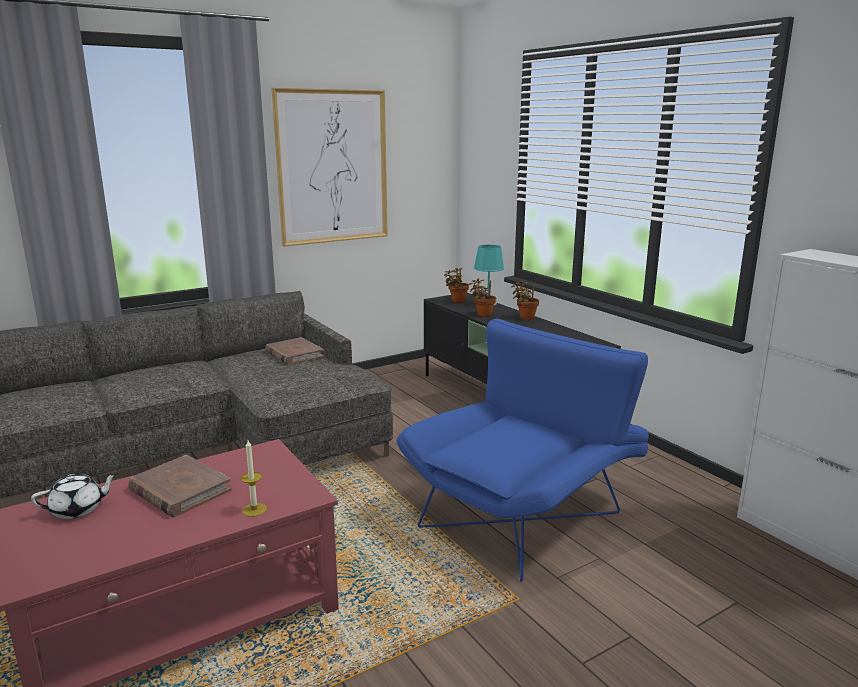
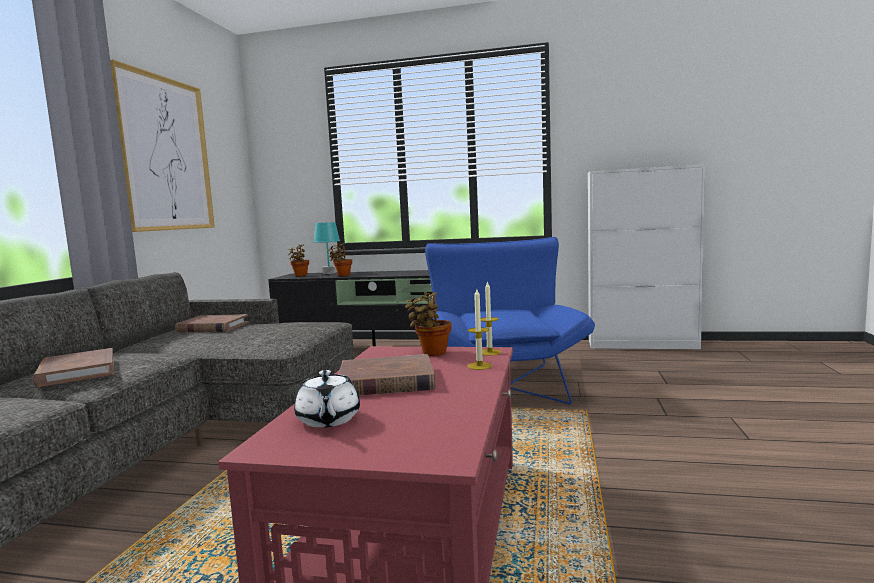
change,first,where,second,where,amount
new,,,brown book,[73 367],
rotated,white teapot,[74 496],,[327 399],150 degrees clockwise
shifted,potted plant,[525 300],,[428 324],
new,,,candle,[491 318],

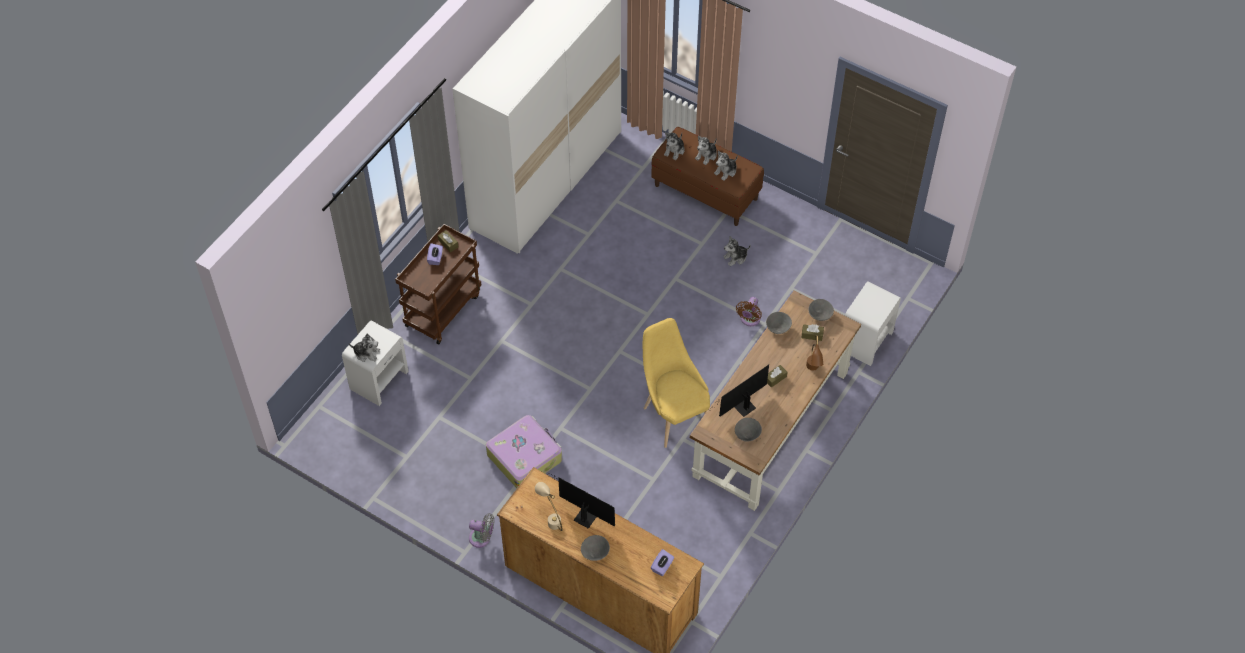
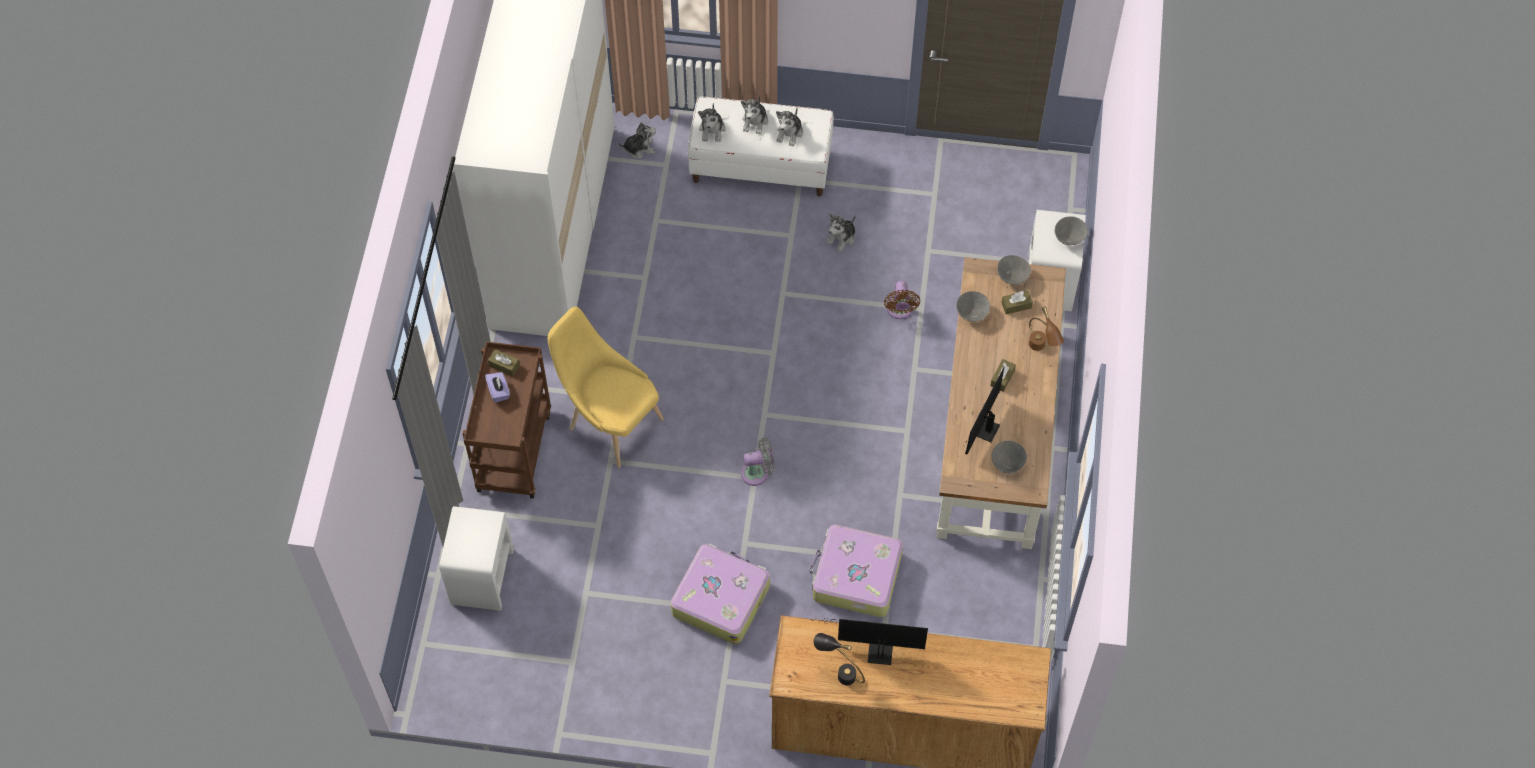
change,first,where,second,where,amount
shifted,yellow chair,[676 383],,[606 387],
shifted,plush toy,[364 348],,[637 140],
repainted,brown bench,[708 176],white bench,[761 147],
shifted,grey fan,[481 530],,[758 462],
new,,,suitcase,[856 571],
repainted,beige table lamp,[549 506],black table lamp,[839 659],
shifted,grey bowl,[595 548],,[1071 230],
gone,purple tissue box,[662 562],,,

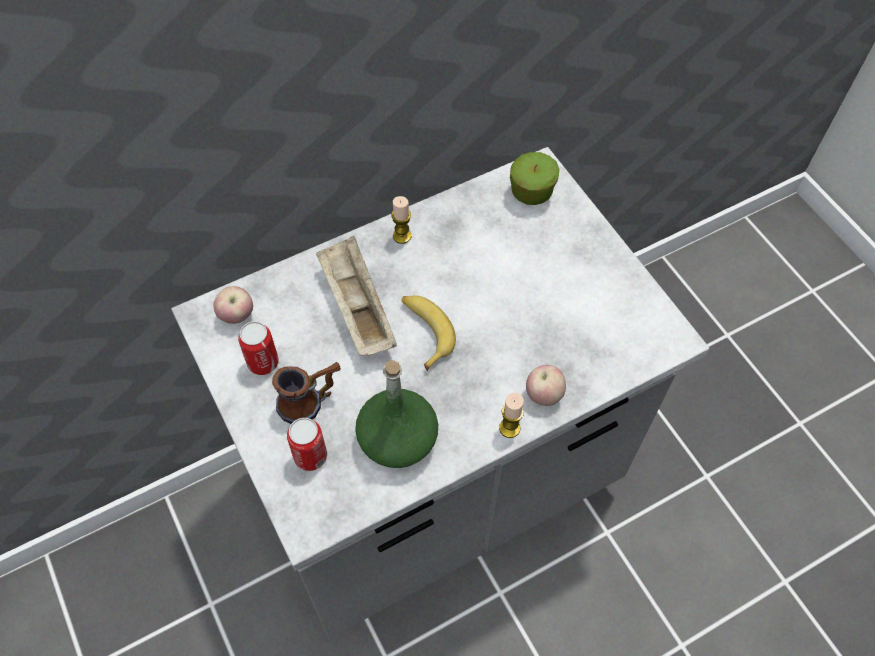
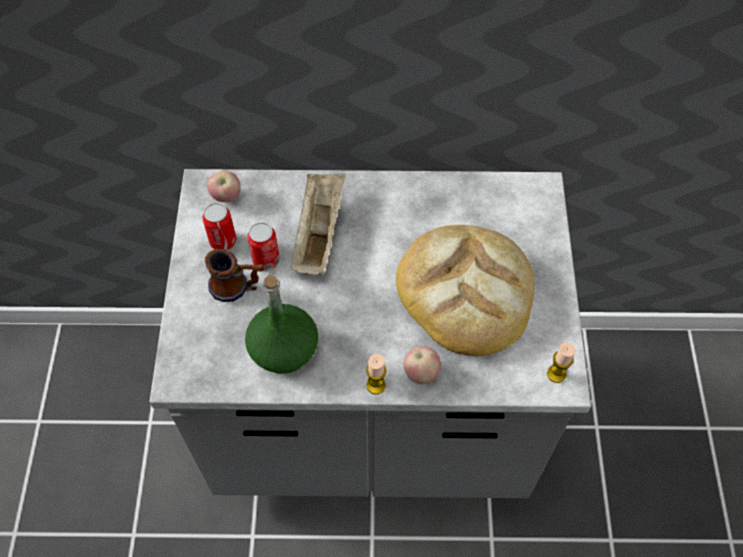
change,first,where,second,where,amount
shifted,can,[307 444],,[263 246],
new,,,bread,[465 290],
shifted,candle,[401 220],,[561 363],
gone,banana,[429 333],,,
gone,apple,[534 178],,,

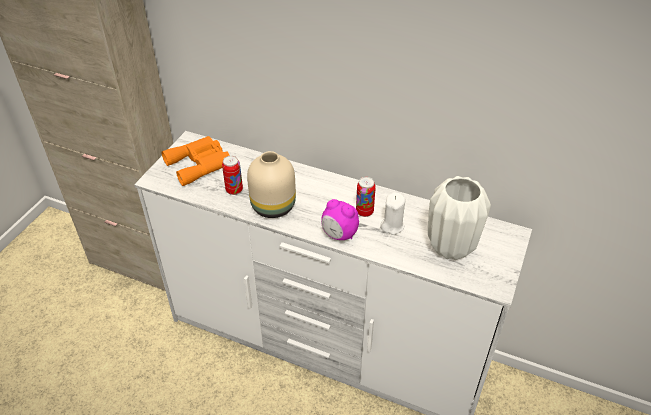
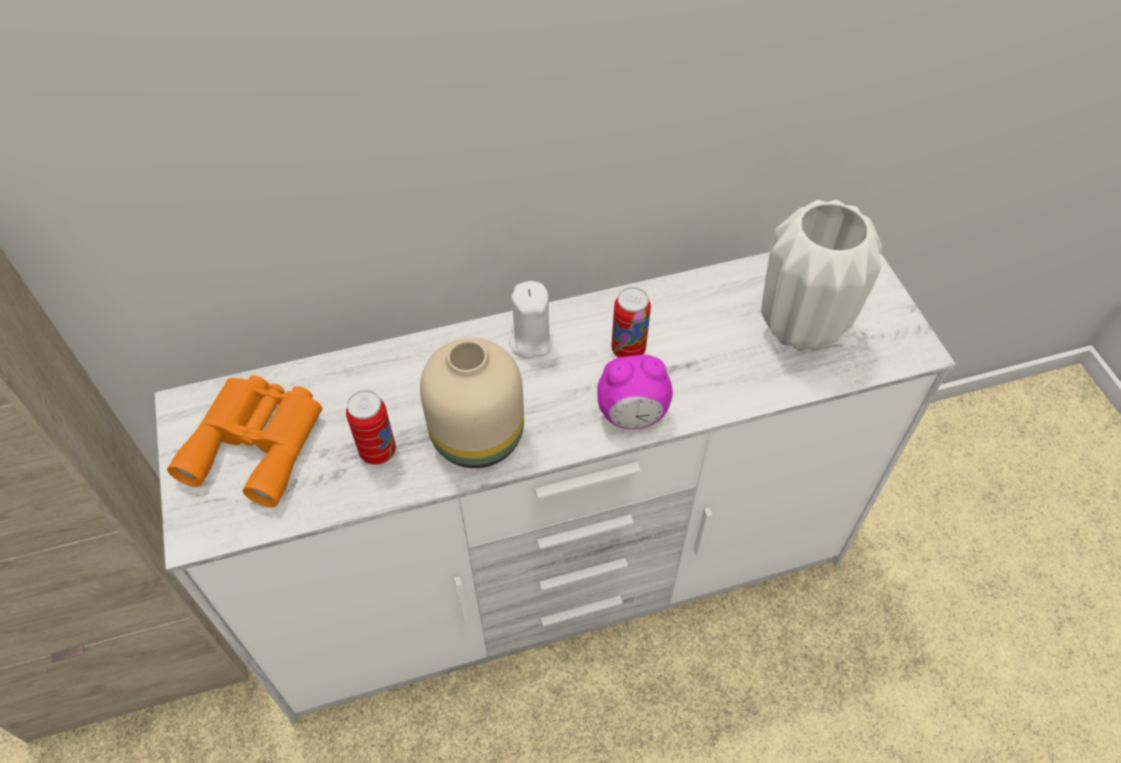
change,first,where,second,where,amount
shifted,white candle,[392 213],,[531 320],

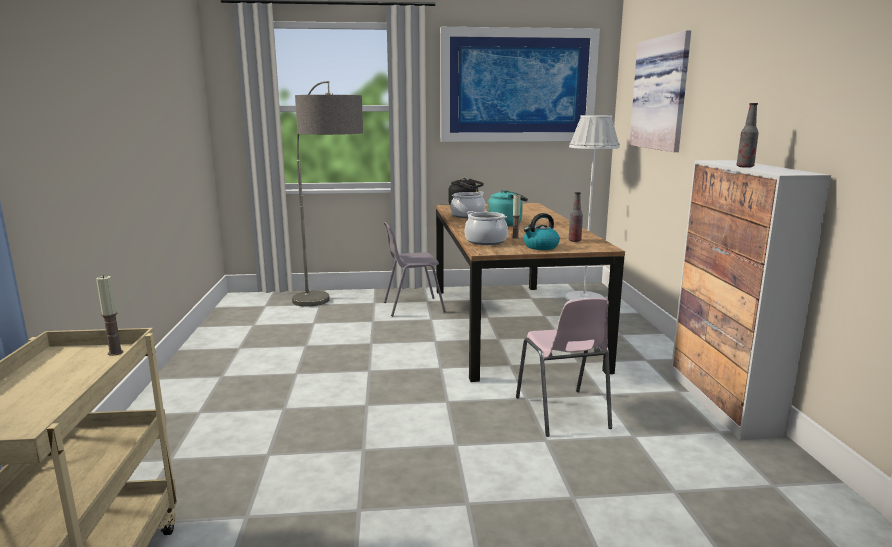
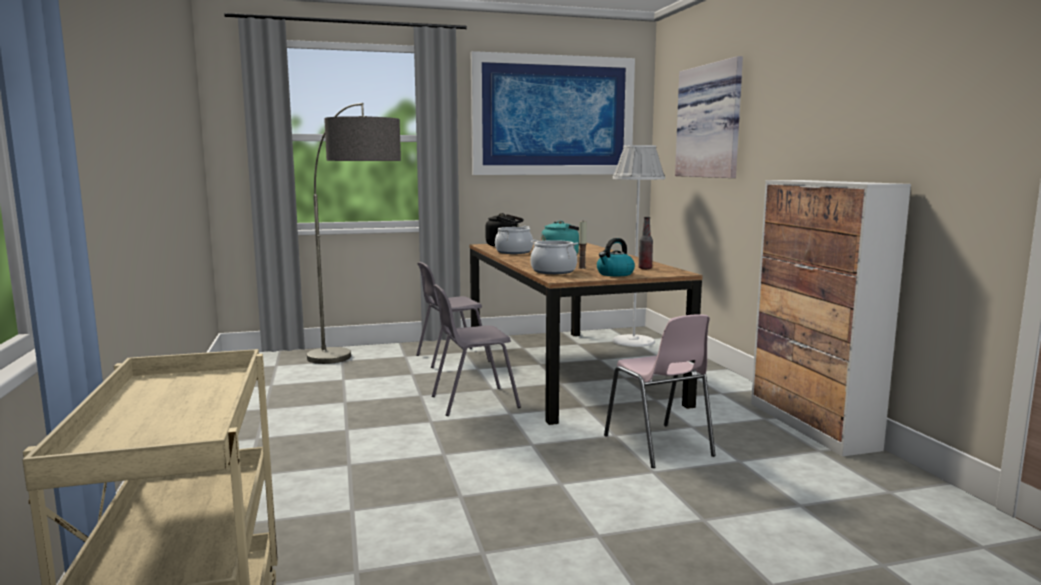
change,first,where,second,where,amount
new,,,grey chair,[476 350],
gone,candle,[109 315],,,
gone,bottle,[748 135],,,

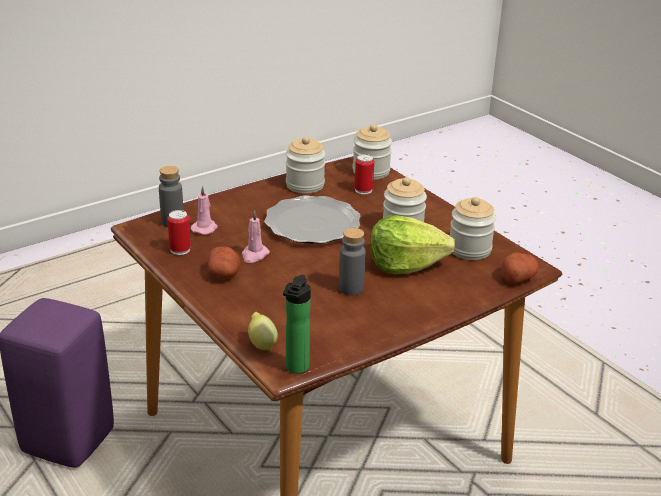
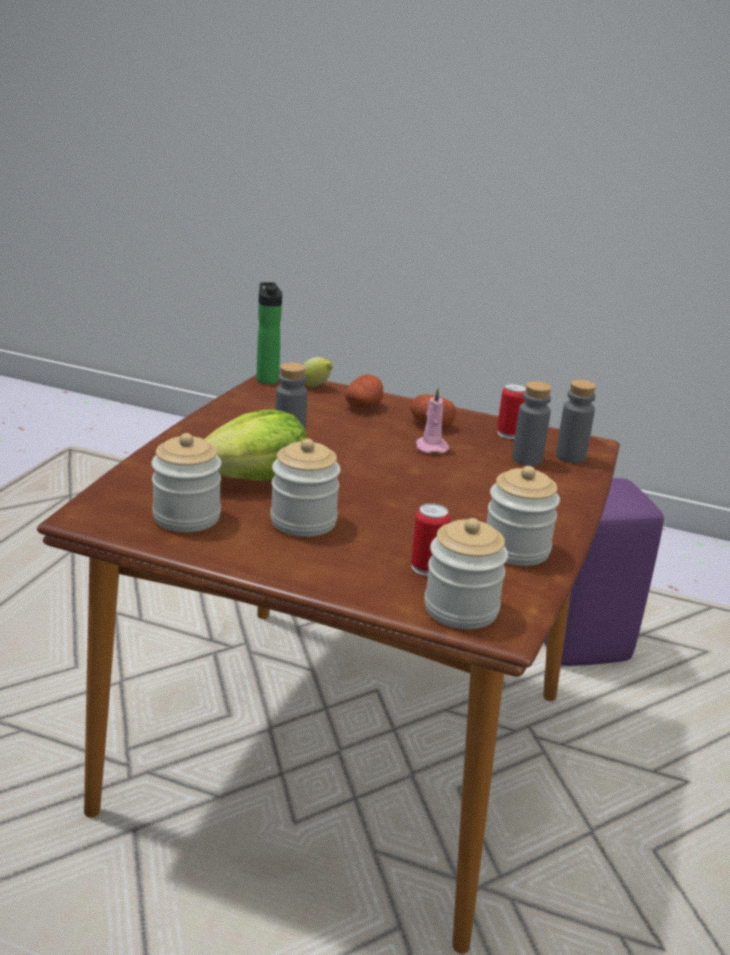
change,first,where,second,where,amount
shifted,potato,[520 268],,[364 391],
swapped,pink candle,[204 210],grey bottle,[532 423],
gone,plate,[312 219],,,

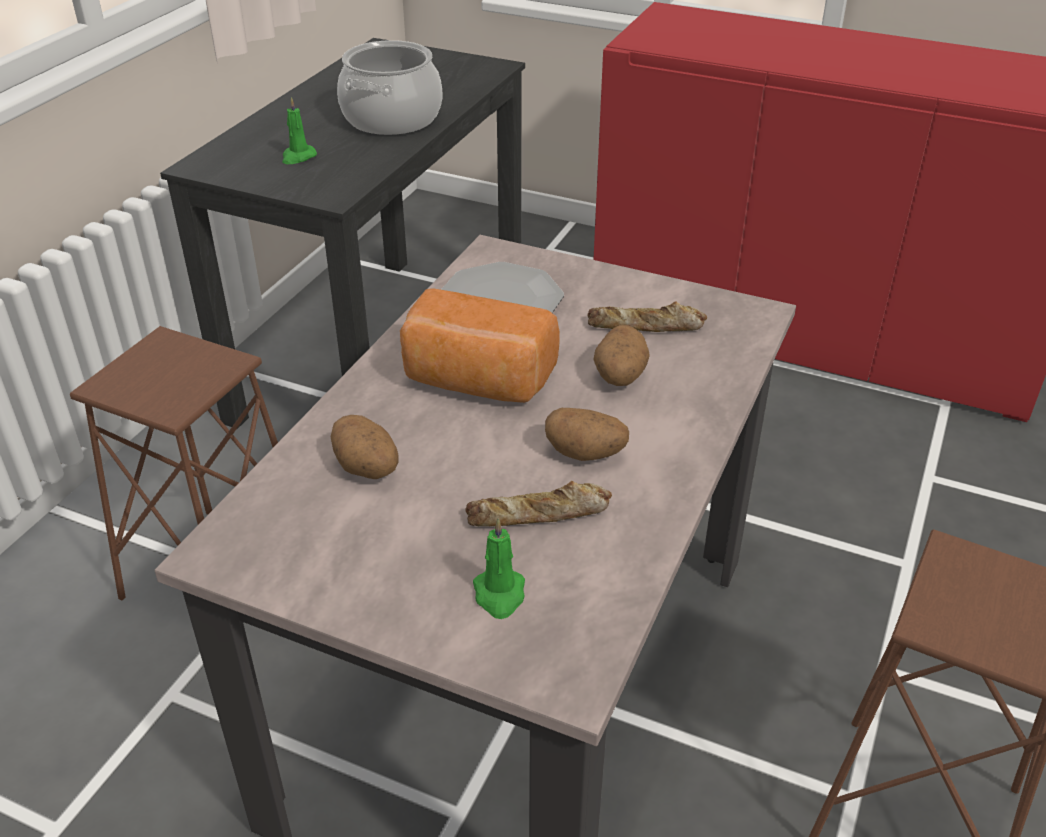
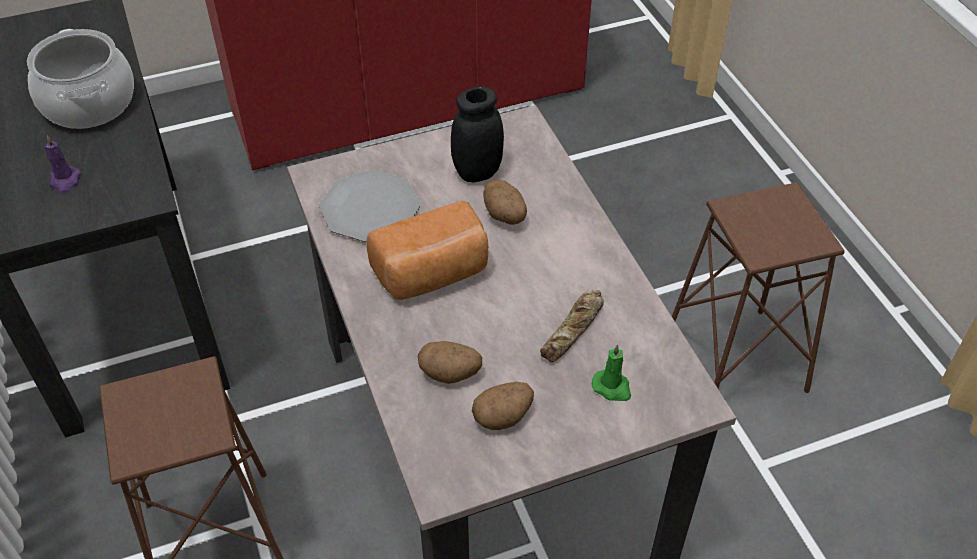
change,first,where,second,where,amount
repainted,green candle,[299 130],purple candle,[63 164],
swapped,bread,[647 316],black jar,[477 134],
shifted,potato,[587 434],,[503 406],

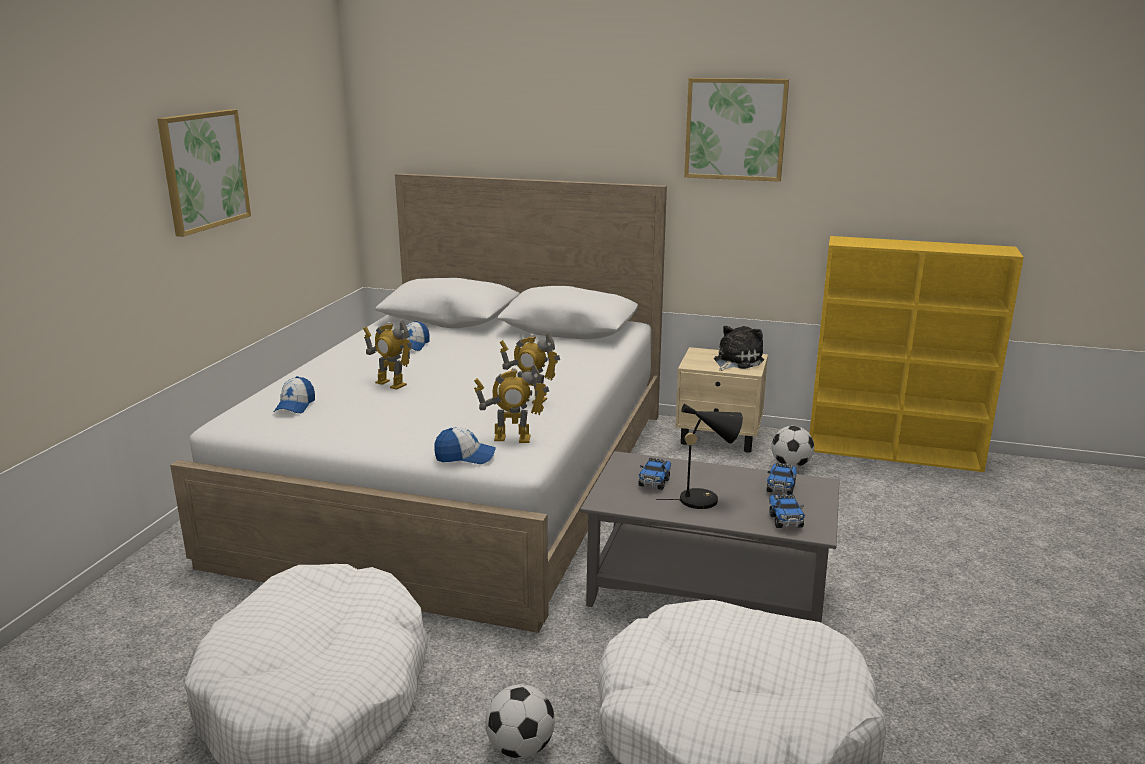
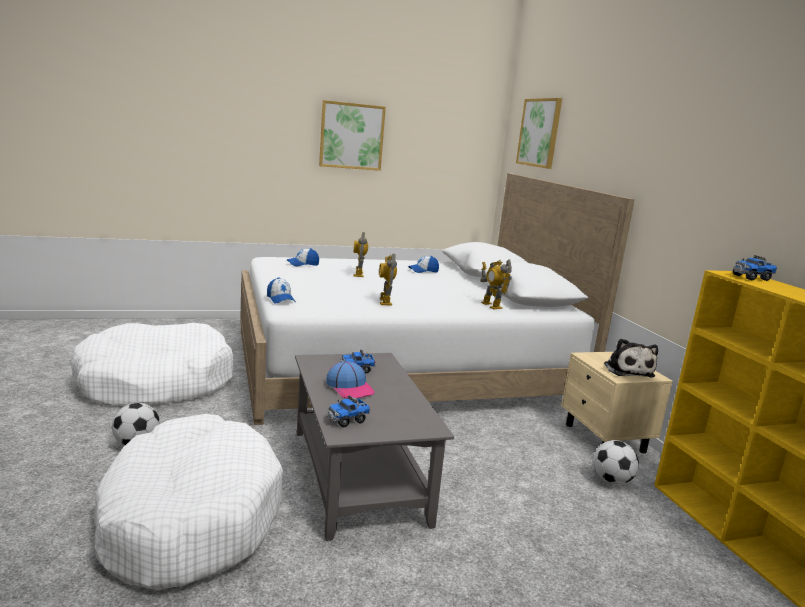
change,first,where,second,where,amount
swapped,black table lamp,[699 456],cap,[350 380],
shifted,toy robot,[511 403],,[496 284],
shifted,picture,[736 130],,[539 133],
rotated,plush toy,[739 348],,[631 358],75 degrees clockwise
shifted,toy truck,[782 479],,[755 268],

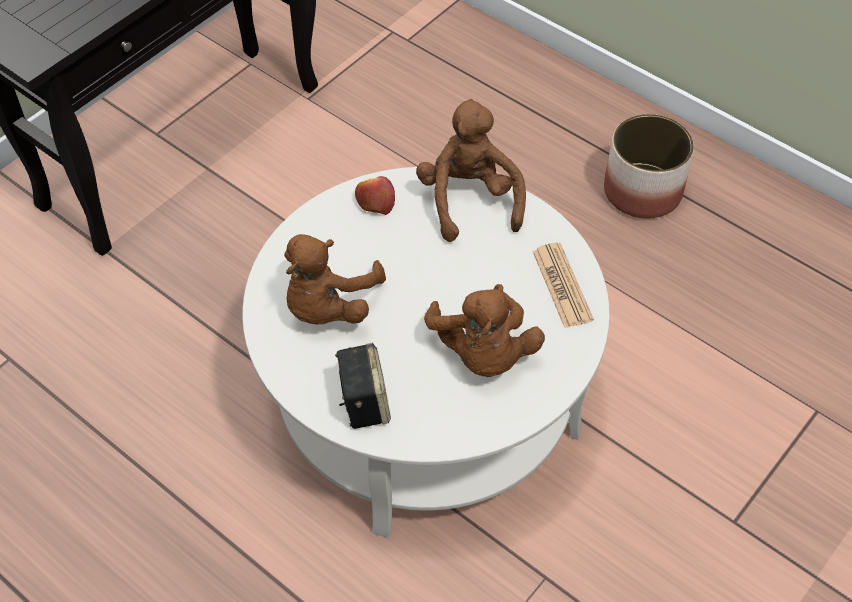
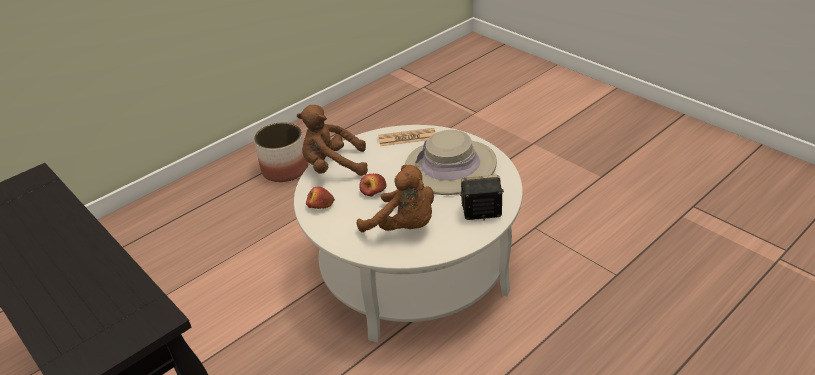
change,first,where,second,where,amount
new,,,apple,[373 185],
swapped,brown plush toy,[484 330],beige hat,[451 162],

